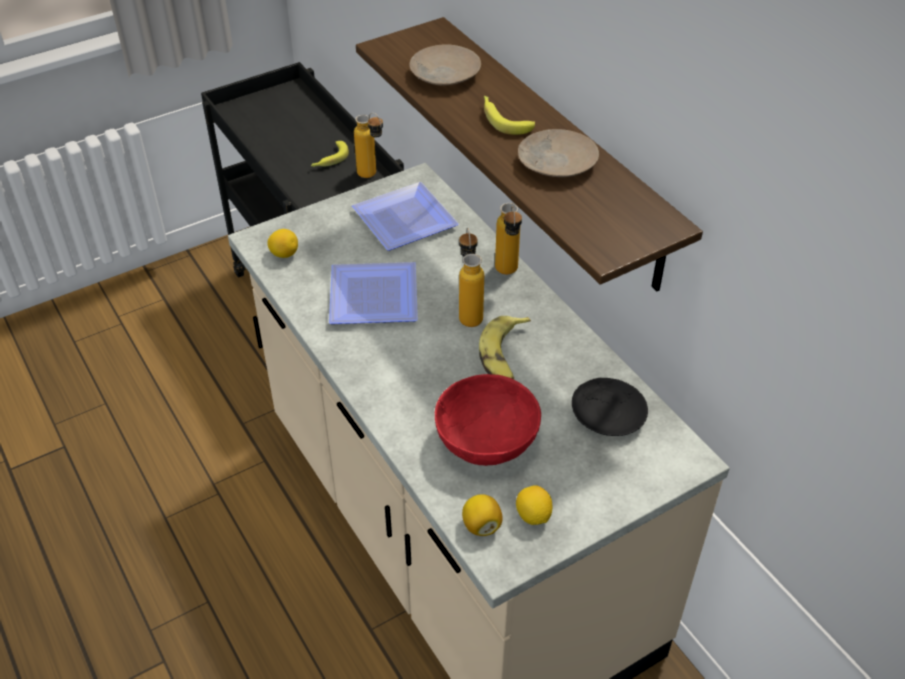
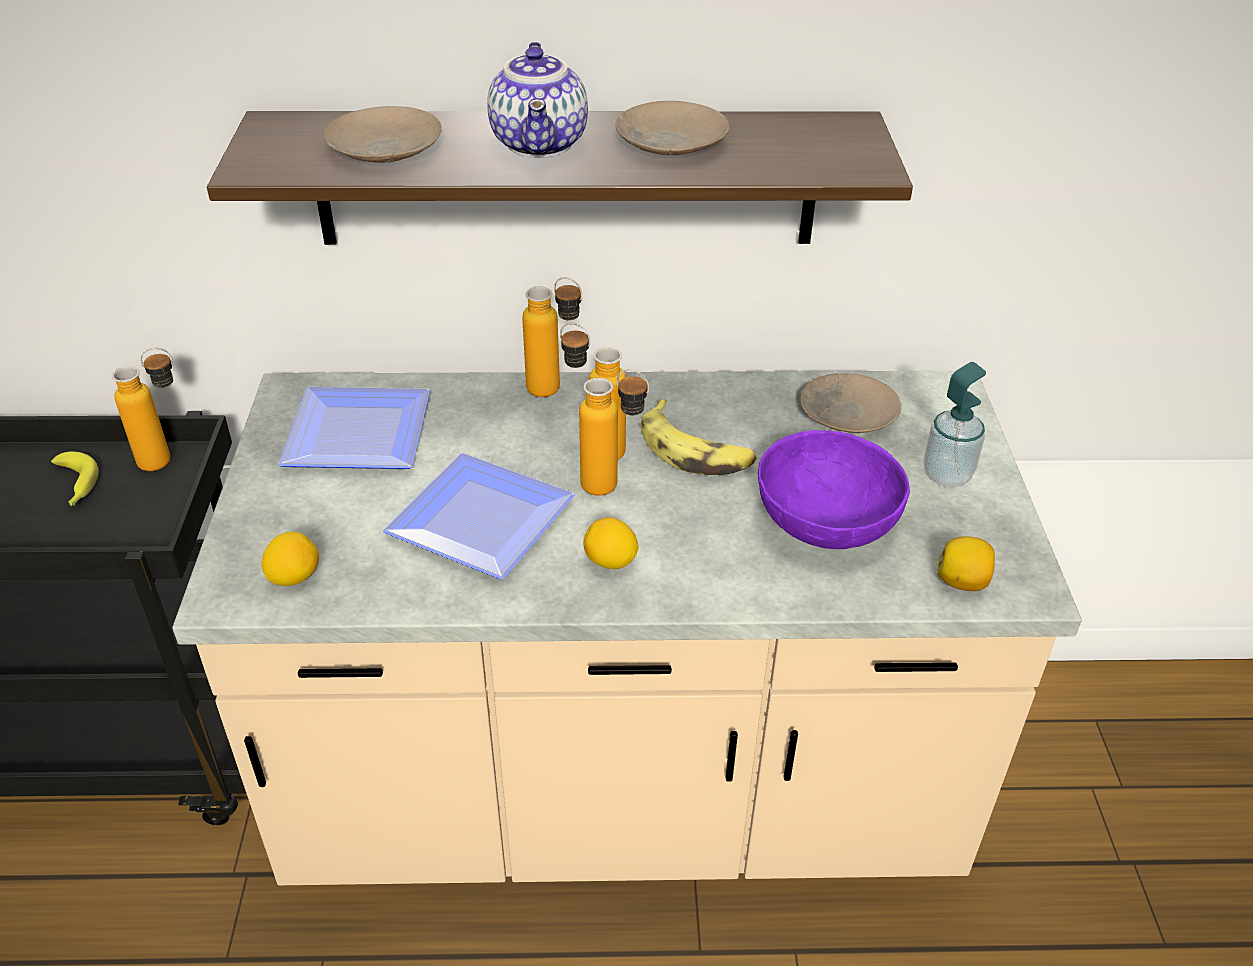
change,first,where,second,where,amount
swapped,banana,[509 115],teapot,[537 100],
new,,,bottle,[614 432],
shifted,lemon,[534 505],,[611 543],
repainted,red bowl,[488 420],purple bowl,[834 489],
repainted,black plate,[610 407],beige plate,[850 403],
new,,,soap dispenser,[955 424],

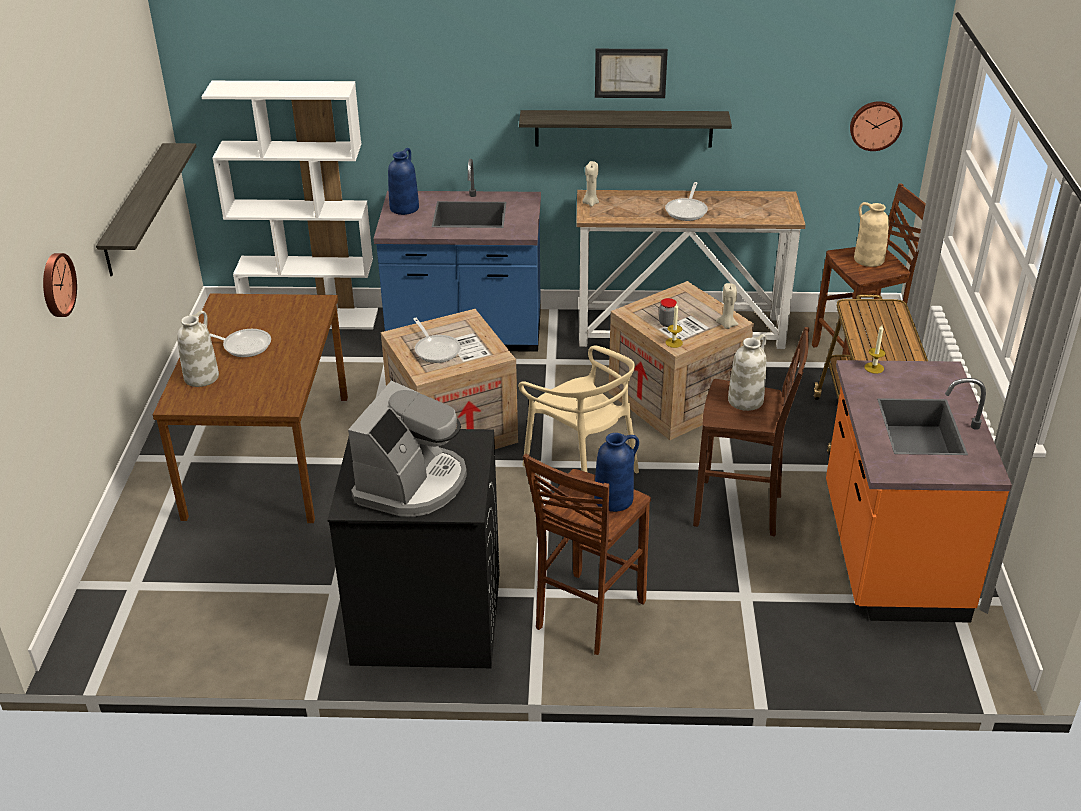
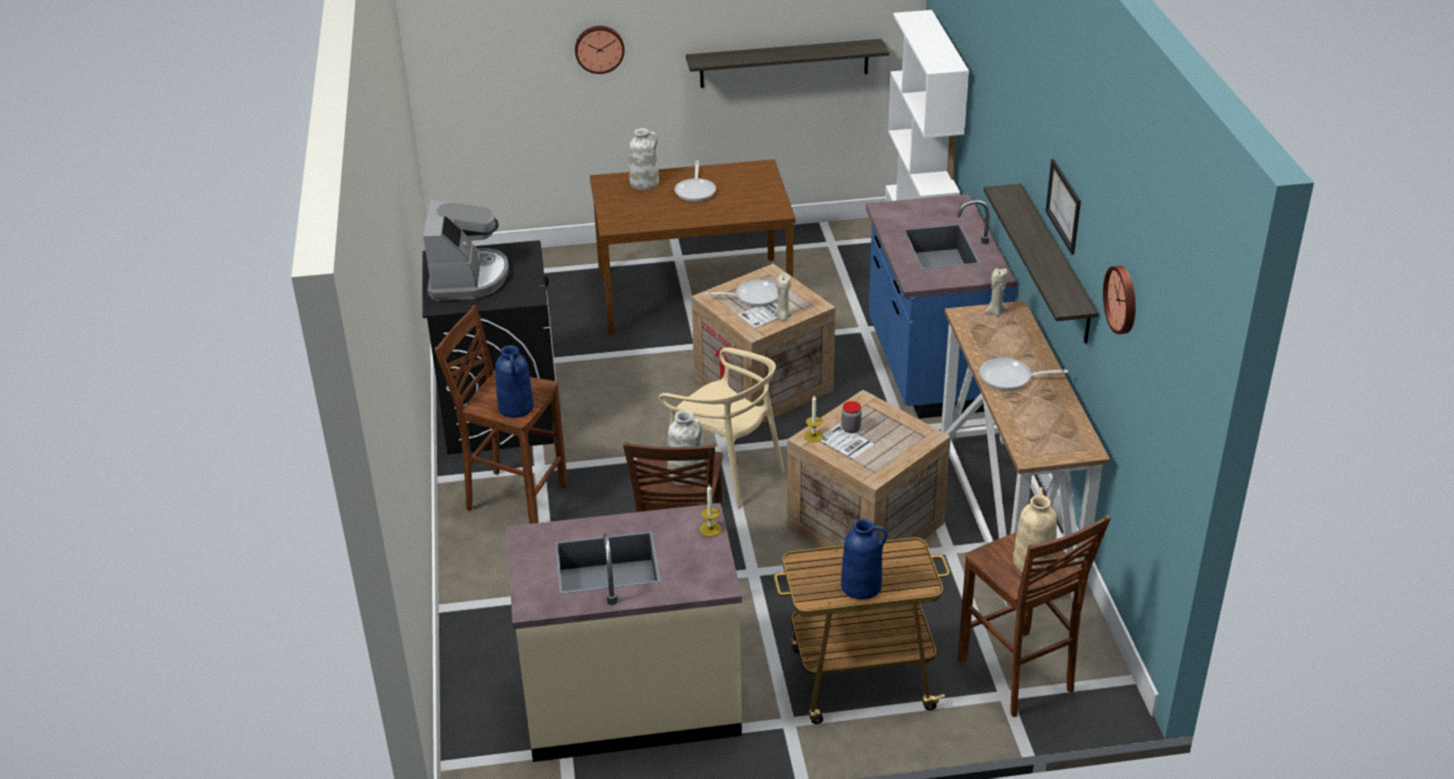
change,first,where,second,where,amount
rotated,coffee machine,[407 449],,[466 250],105 degrees counterclockwise
repainted,orange counter,[919 491],beige counter,[624 632],
rotated,beige chair,[578 409],,[721 428],90 degrees counterclockwise
rotated,frying pan,[437 340],,[741 293],150 degrees counterclockwise
shifted,beige candle,[727 306],,[783 297],
shifted,blue vase,[403 181],,[864 559],
shifted,wall clock,[876 126],,[1119 300],

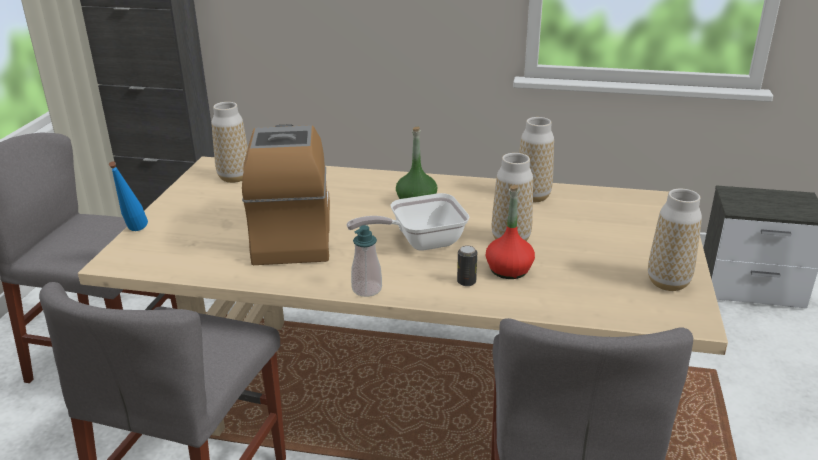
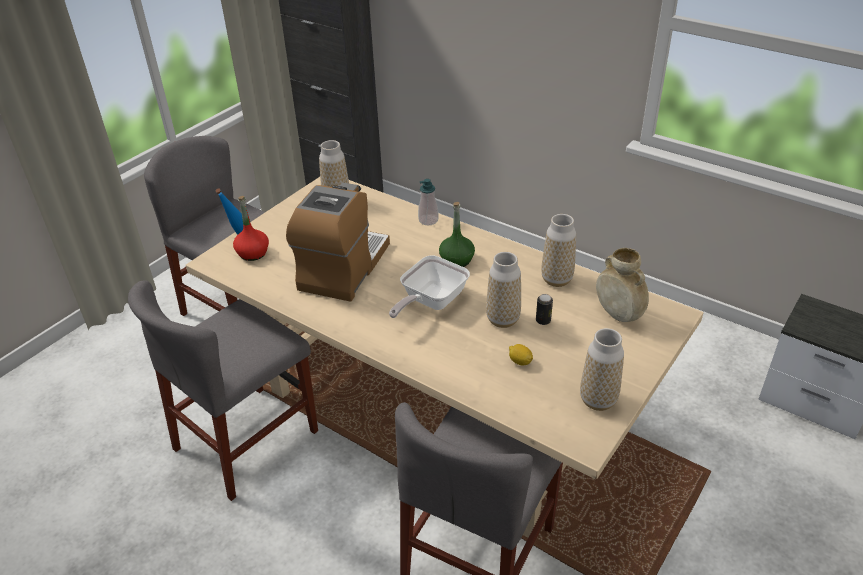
change,first,where,second,where,amount
shifted,red bottle,[510 232],,[251 228],
rotated,frying pan,[408 222],,[429 286],60 degrees counterclockwise
shifted,soap dispenser,[366 261],,[428 202],
new,,,lemon,[521 354],
shifted,can,[467 265],,[544 309],
new,,,beige vase,[622 285],

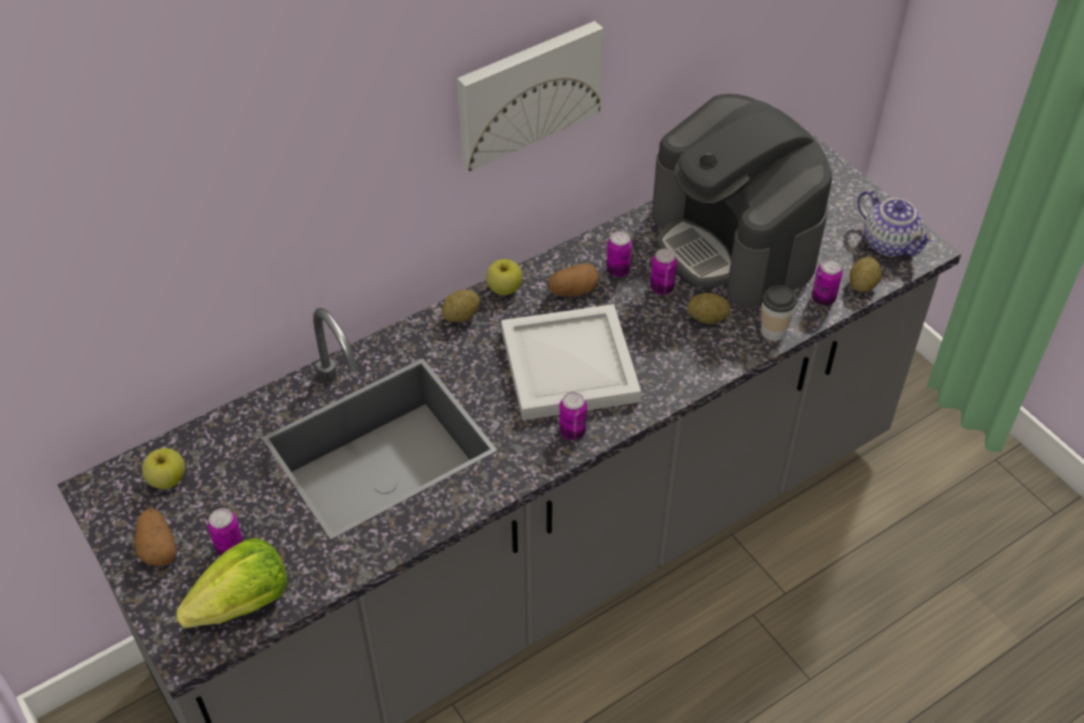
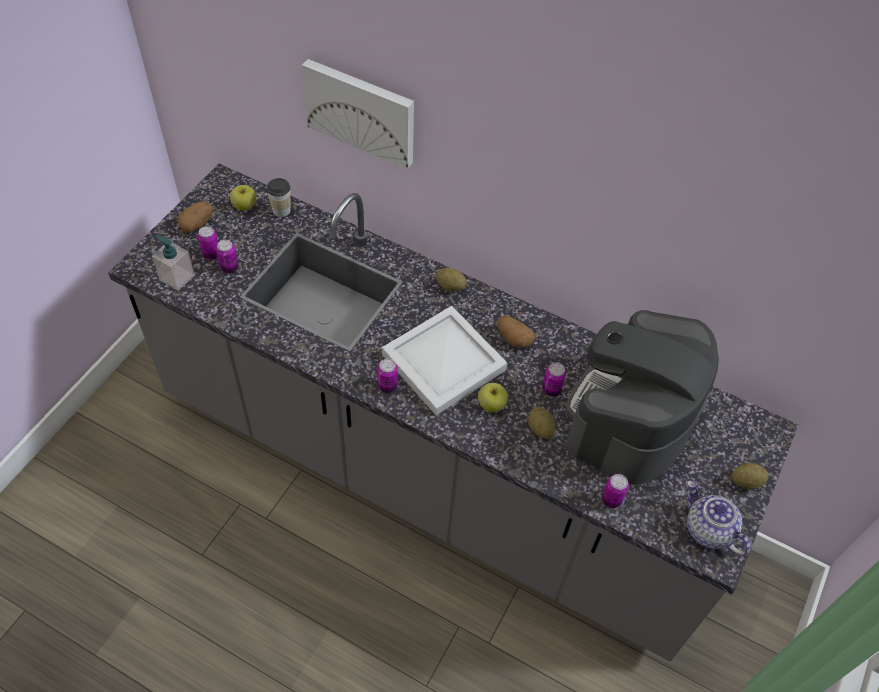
change,first,where,second,where,amount
swapped,lettuce,[231 583],soap dispenser,[173 263],
shifted,can,[619 254],,[227 256],
shifted,cup,[779 313],,[279 197],
shifted,picture,[530 96],,[358 114],
shifted,apple,[504 277],,[493 397],
rotated,teapot,[896 223],,[719 518],120 degrees clockwise
shifted,potato,[866 274],,[750 476],

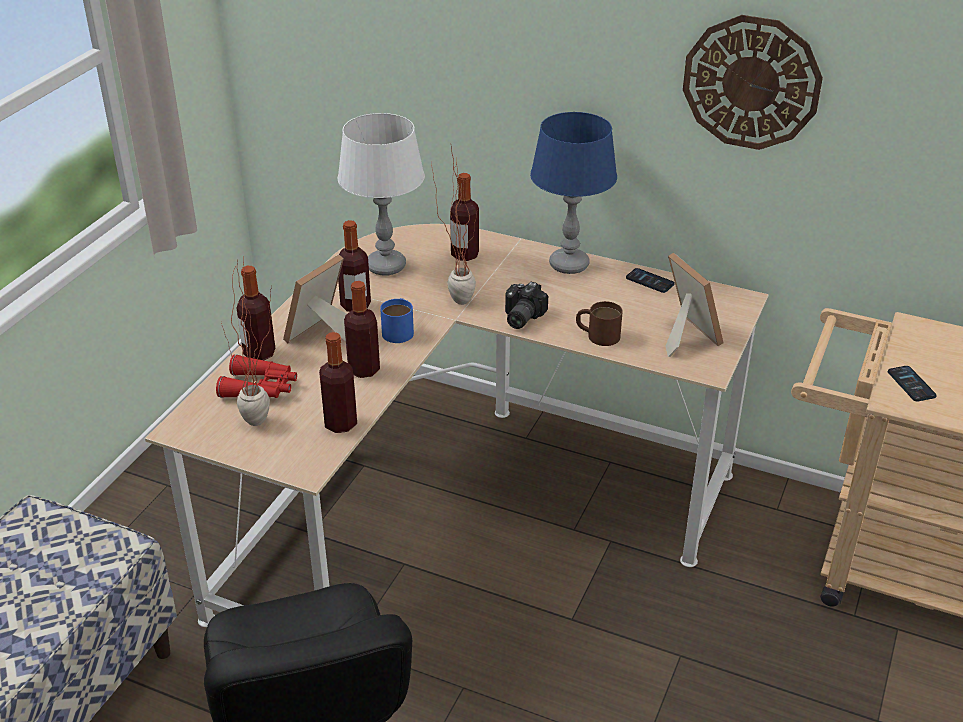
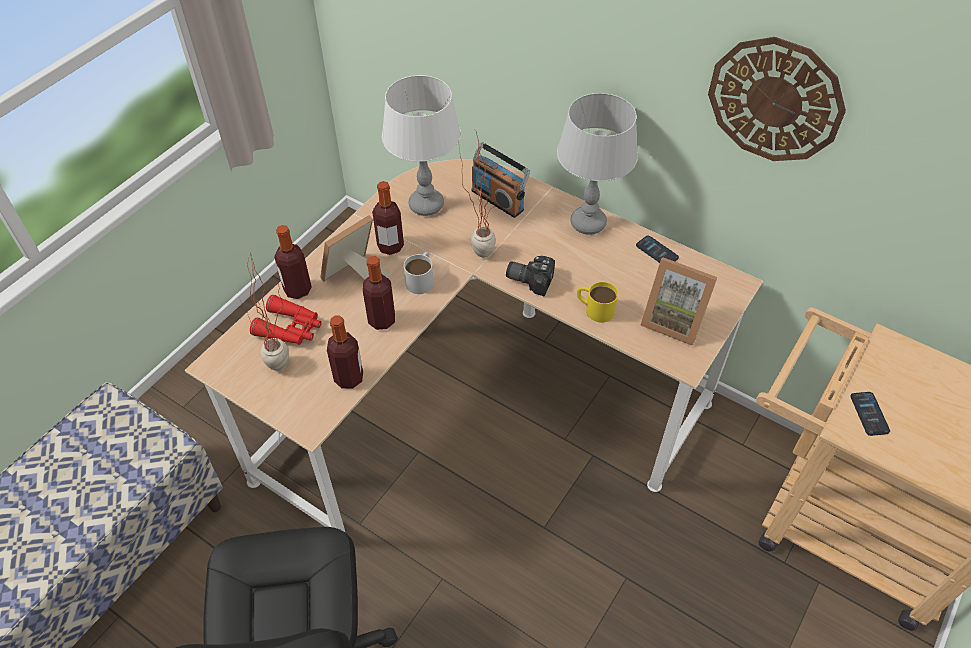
change,first,where,second,where,amount
repainted,blue mug,[397 320],white mug,[419 273],
swapped,bottle,[464 217],radio,[500 180],
rotated,photo camera,[526 305],,[530 276],75 degrees clockwise
repainted,blue table lamp,[573 193],grey table lamp,[597 164],
repainted,brown mug,[599 323],yellow mug,[597 302],
rotated,picture frame,[694 305],,[679 301],135 degrees clockwise

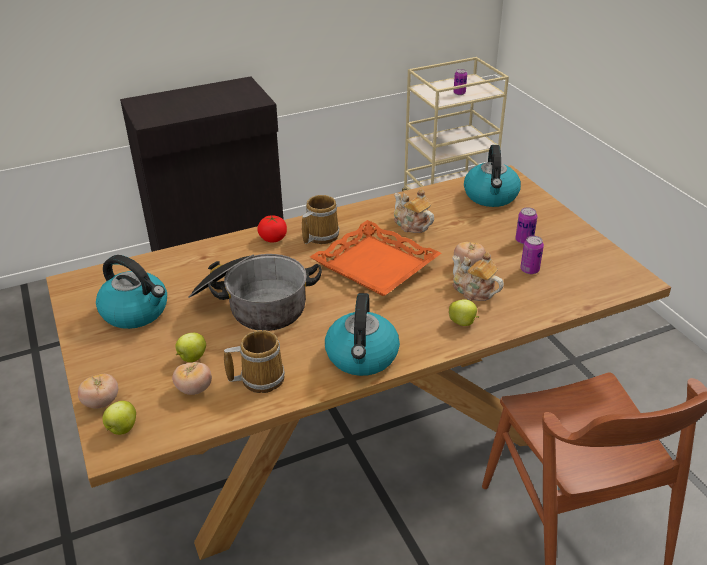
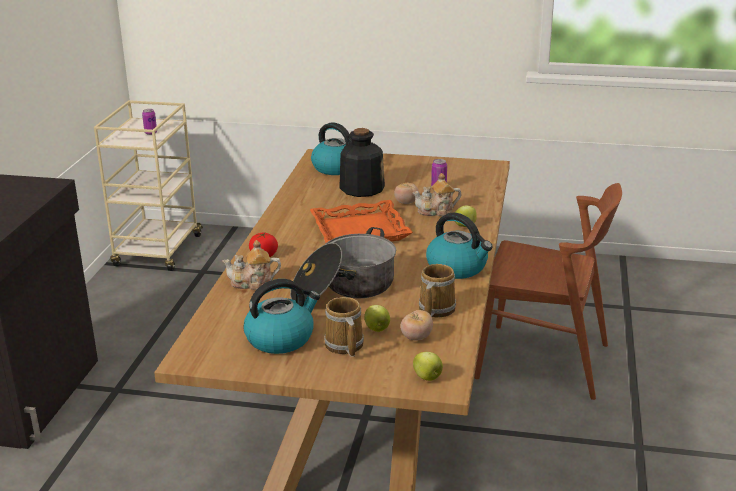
change,first,where,second,where,amount
shifted,teapot,[414 211],,[251 265],
shifted,mug,[320 219],,[344 327],
new,,,bottle,[362 162],
gone,tomato,[98 391],,,
gone,can,[526 225],,,

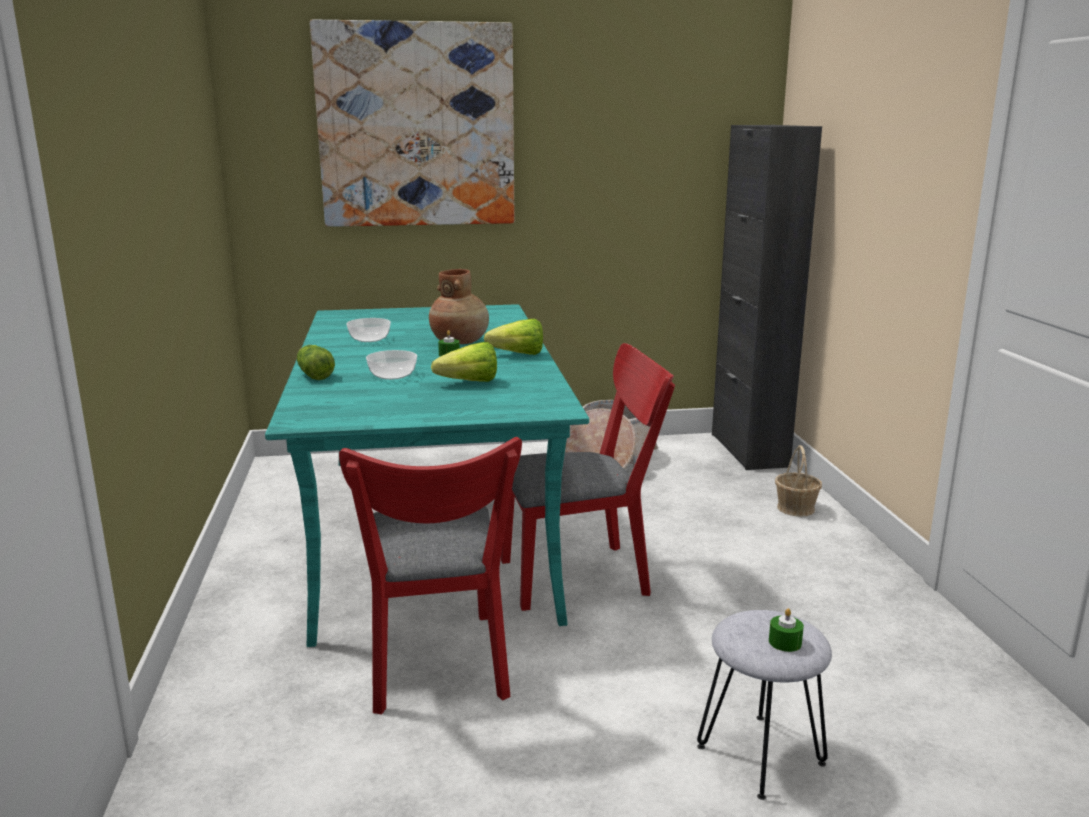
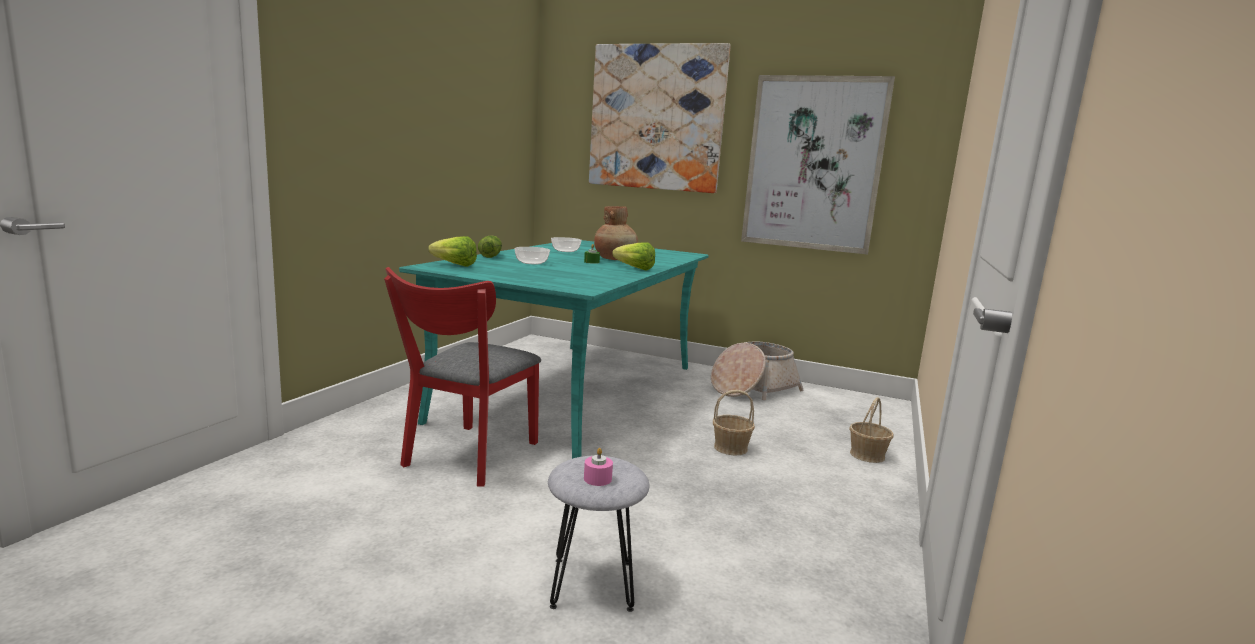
change,first,where,second,where,amount
shifted,lettuce,[464 362],,[452 251],
repainted,green candle,[786 630],pink candle,[598 467],
new,,,basket,[734 423],
new,,,picture,[818 165],
gone,red chair,[588 477],,,
gone,black cabinet,[767 297],,,

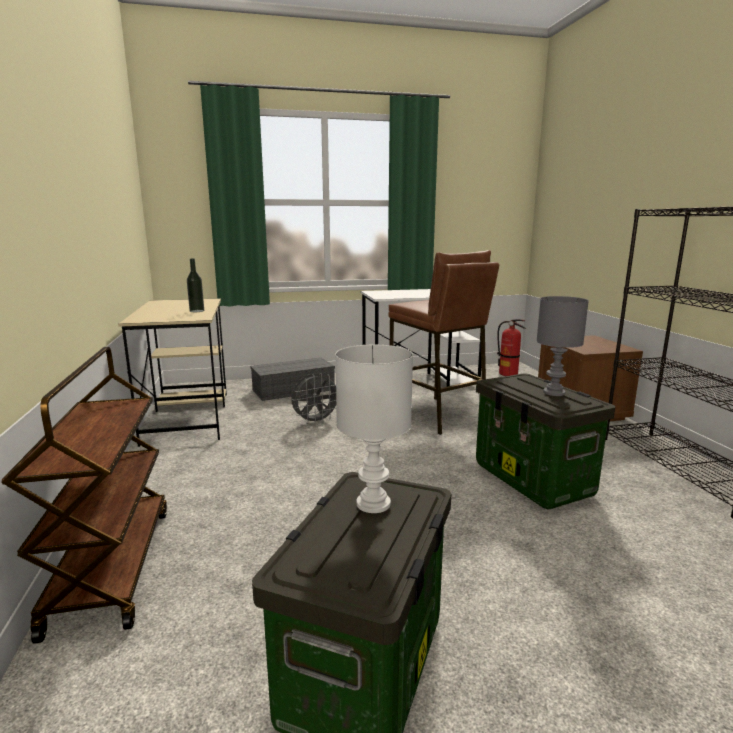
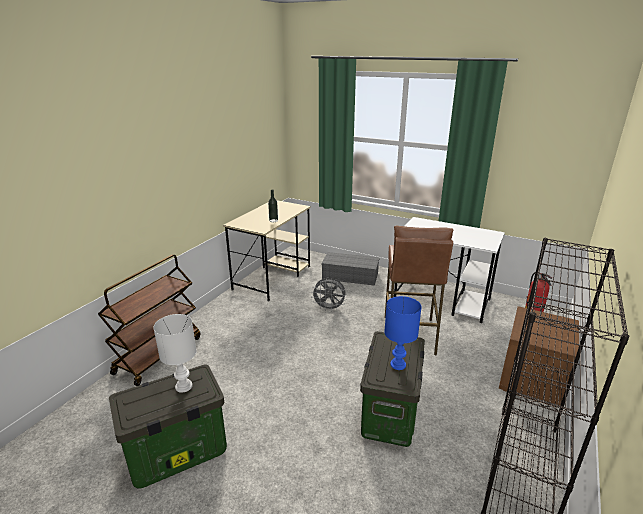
change,first,where,second,where,amount
repainted,grey table lamp,[562 346],blue table lamp,[403 333],

